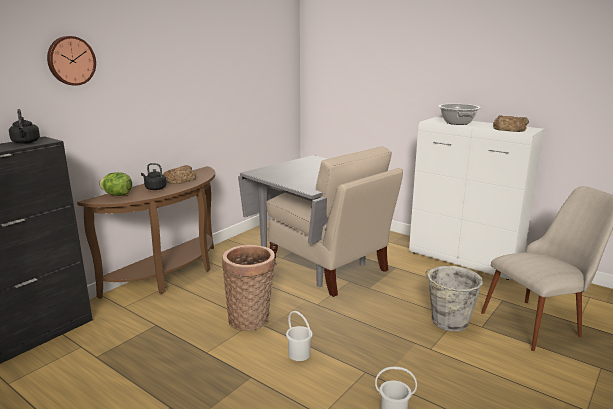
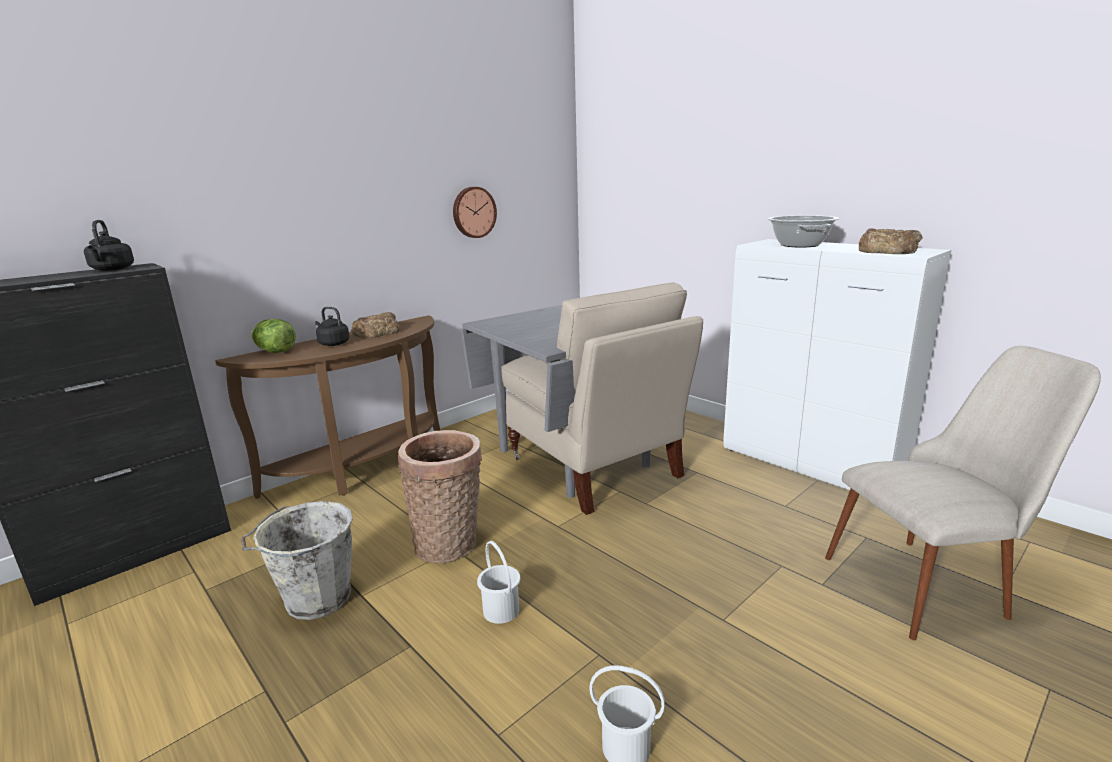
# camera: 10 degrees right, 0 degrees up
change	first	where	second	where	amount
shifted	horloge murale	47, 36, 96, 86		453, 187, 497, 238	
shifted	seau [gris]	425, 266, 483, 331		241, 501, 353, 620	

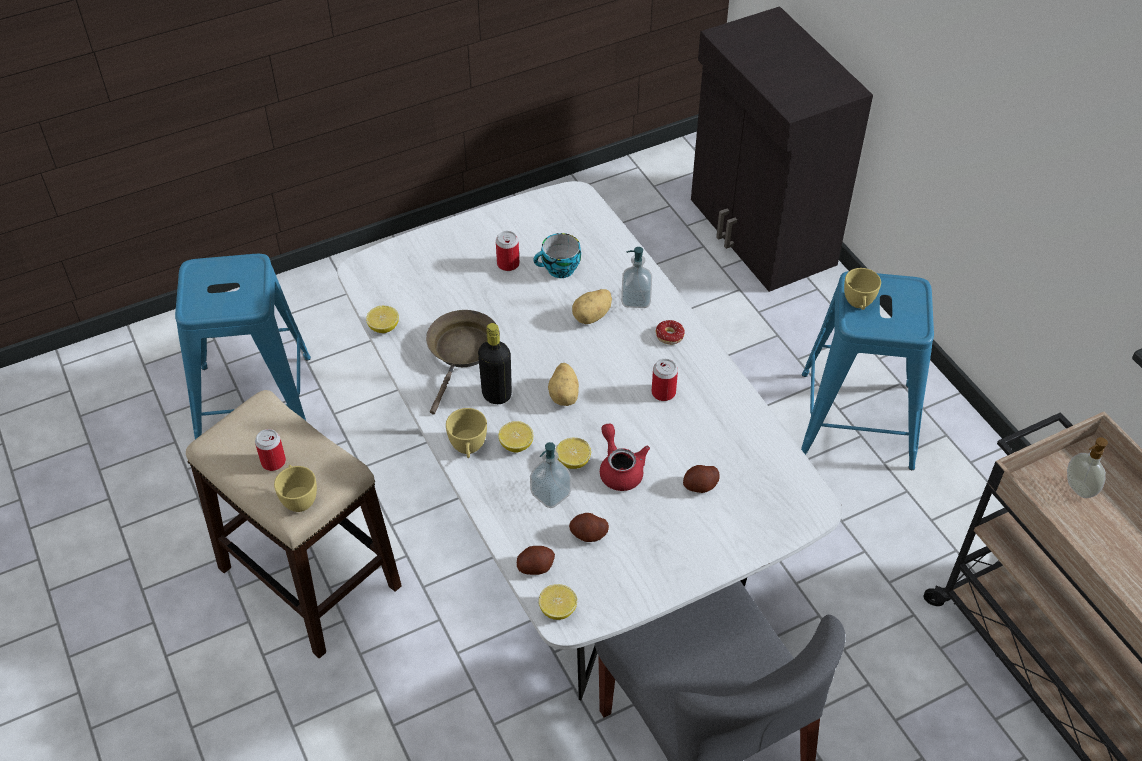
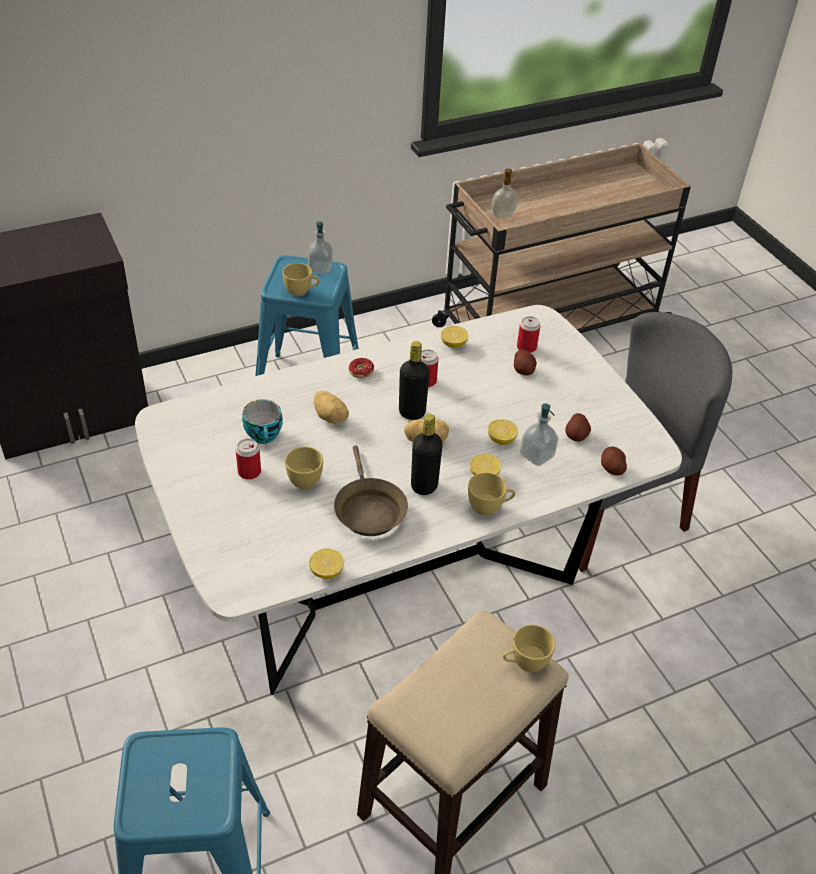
# camera: 90 degrees left, 5 degrees down
change	first	where	second	where	amount
shifted	boîte métallique	255, 429, 286, 471		517, 316, 541, 353	
rotated	poêle [marron]	426, 310, 500, 414		334, 446, 408, 536	120 degrees counterclockwise
shifted	citron	539, 584, 577, 620		441, 326, 469, 348	
gone	théière [rouge]	600, 424, 650, 491			
shifted	distributeur de savon	621, 247, 652, 308		308, 221, 333, 274	
new			tasse [jaune]	285, 446, 323, 489	
new			bouteille [noir]	399, 341, 430, 420	

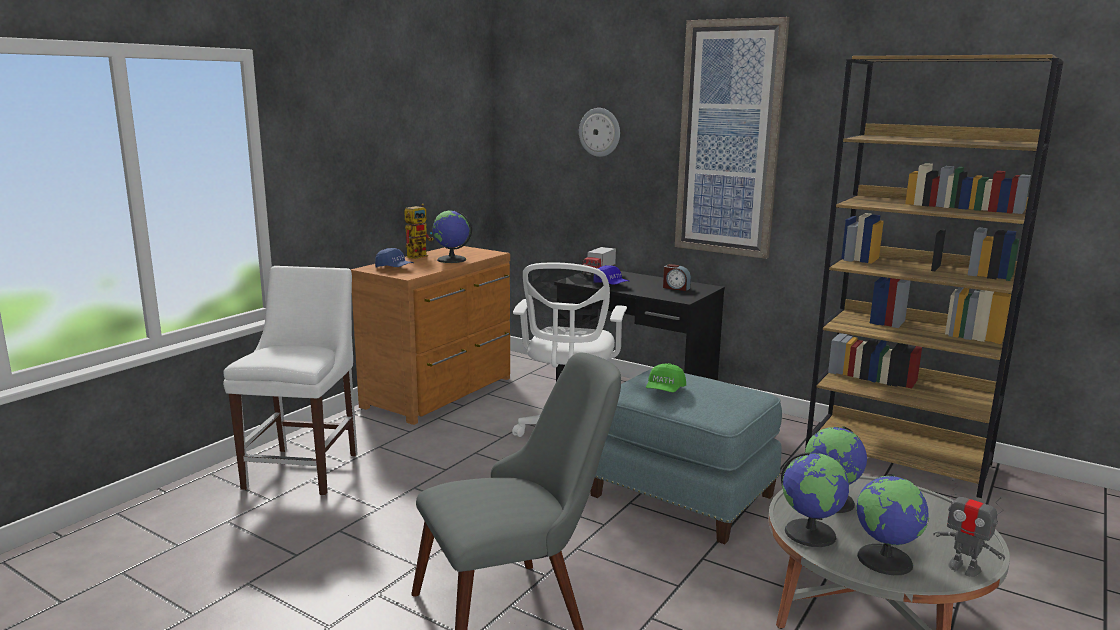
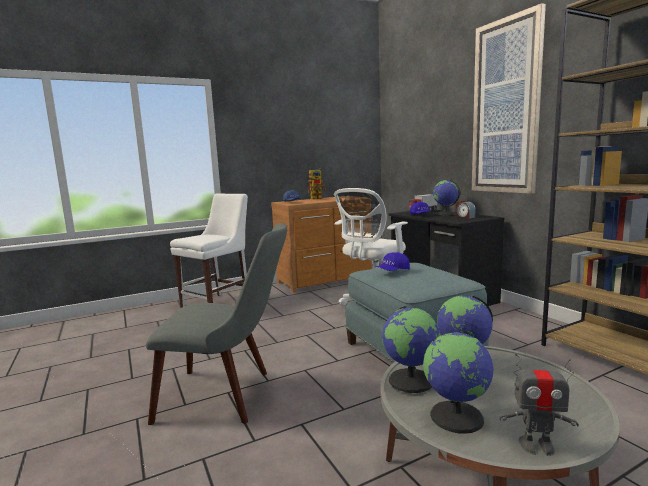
# camera: 30 degrees right, 5 degrees down
change	first	where	second	where	amount
shifted	globe	433, 210, 472, 263		433, 180, 461, 215	
gone	horloge murale	579, 108, 620, 157			
repainted	casquette [vert]	646, 363, 686, 392	casquette [bleu]	375, 252, 410, 271	
rotated	robot jouet	933, 479, 1005, 577		499, 354, 579, 456	60 degrees counterclockwise

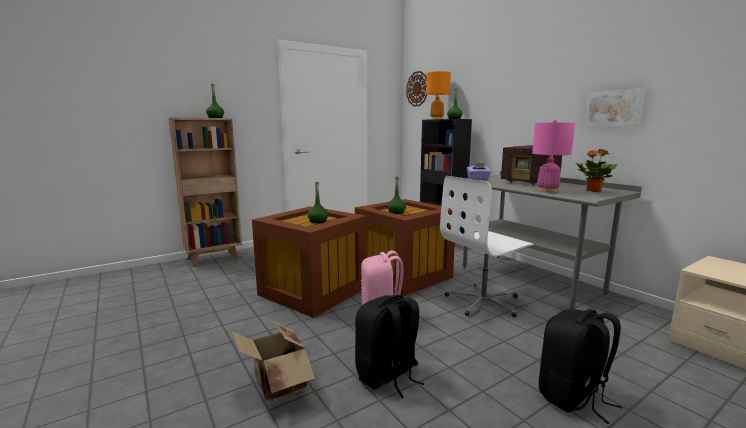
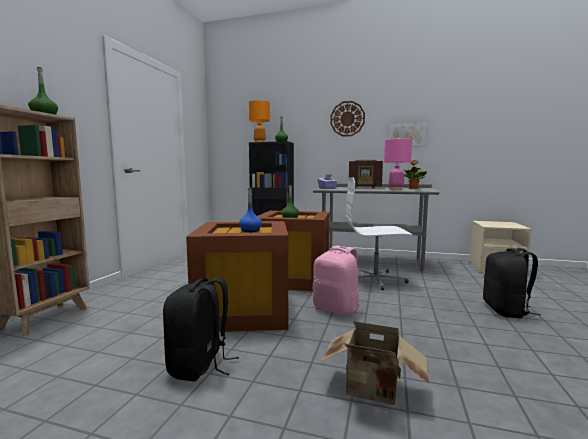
# camera: 40 degrees left, 5 degrees down
change	first	where	second	where	amount
repainted	bouteille [vert]	307, 182, 328, 223	bouteille [bleu]	239, 188, 262, 232	
shifted	sac à dos [noir]	355, 295, 425, 398		163, 278, 239, 382	
shifted	horloge murale	406, 71, 427, 106		331, 101, 365, 137	
rotated	chaise de bureau [blanc]	440, 176, 534, 317		345, 177, 413, 290	75 degrees clockwise

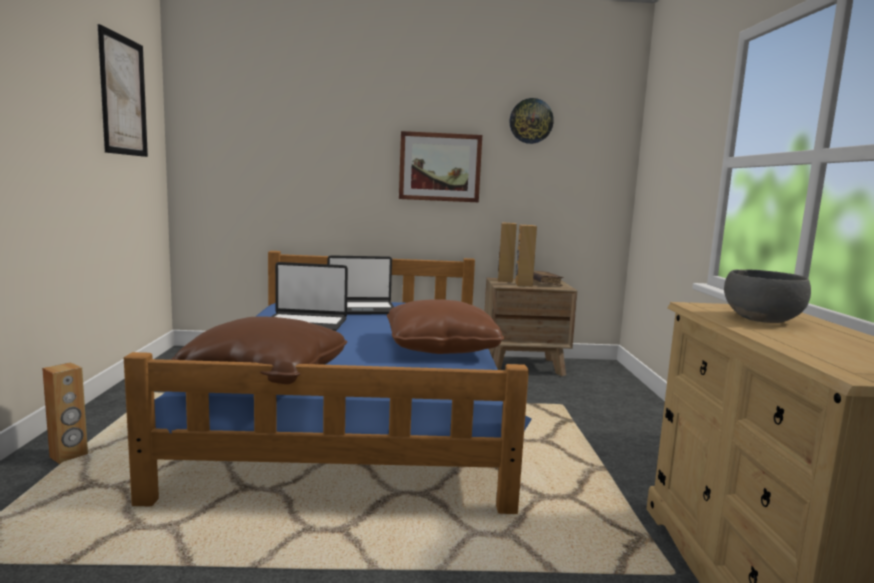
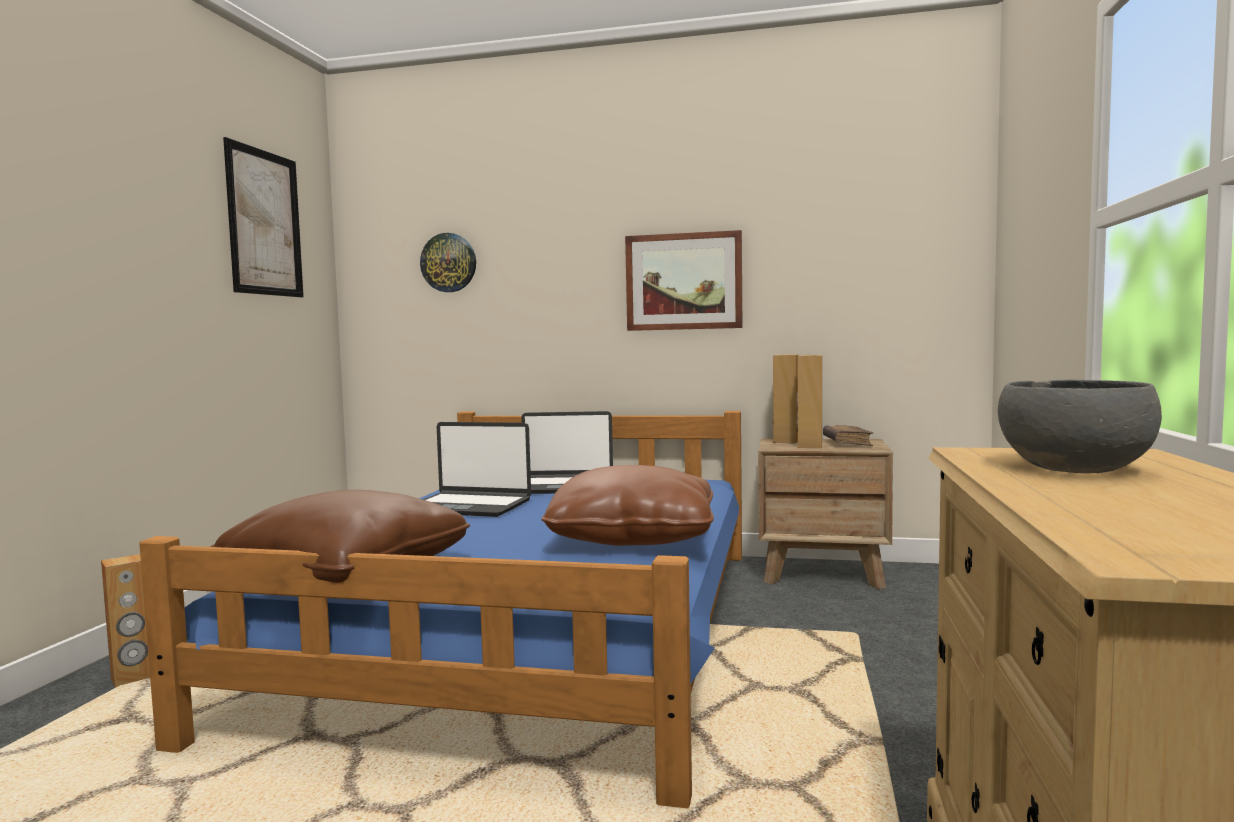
# camera: 15 degrees right, 5 degrees down
change	first	where	second	where	amount
shifted	horloge murale	510, 98, 554, 144		420, 233, 476, 292	

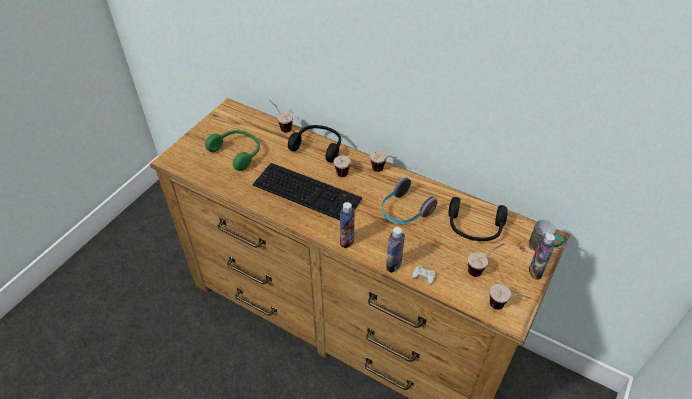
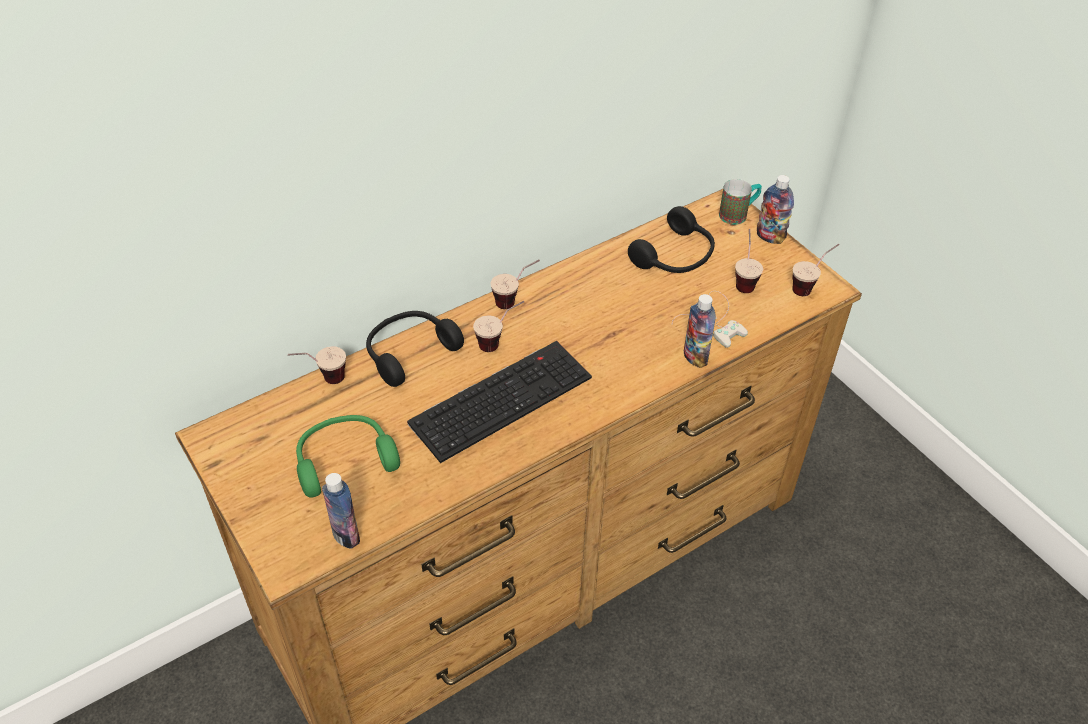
# camera: 65 degrees left, 0 degrees up
change	first	where	second	where	amount
shifted	bouteille	340, 202, 355, 248		322, 473, 360, 549	
gone	casque audio	382, 178, 437, 224			

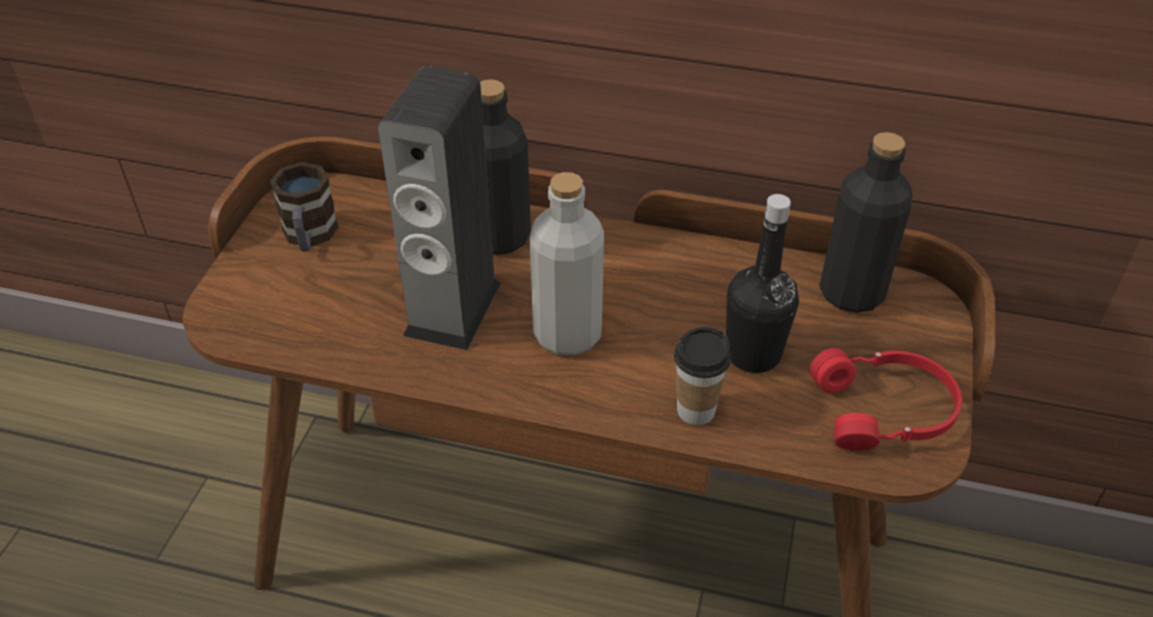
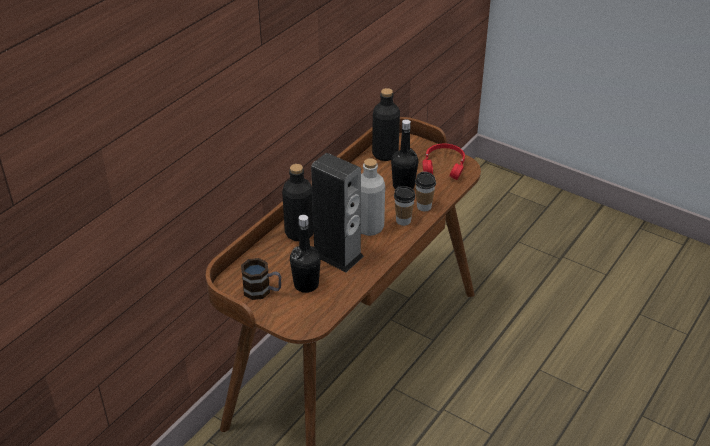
# camera: 70 degrees left, 5 degrees down
change	first	where	second	where	amount
new			bouteille [noir]	290, 215, 321, 293	
new			tasse	394, 186, 415, 226	

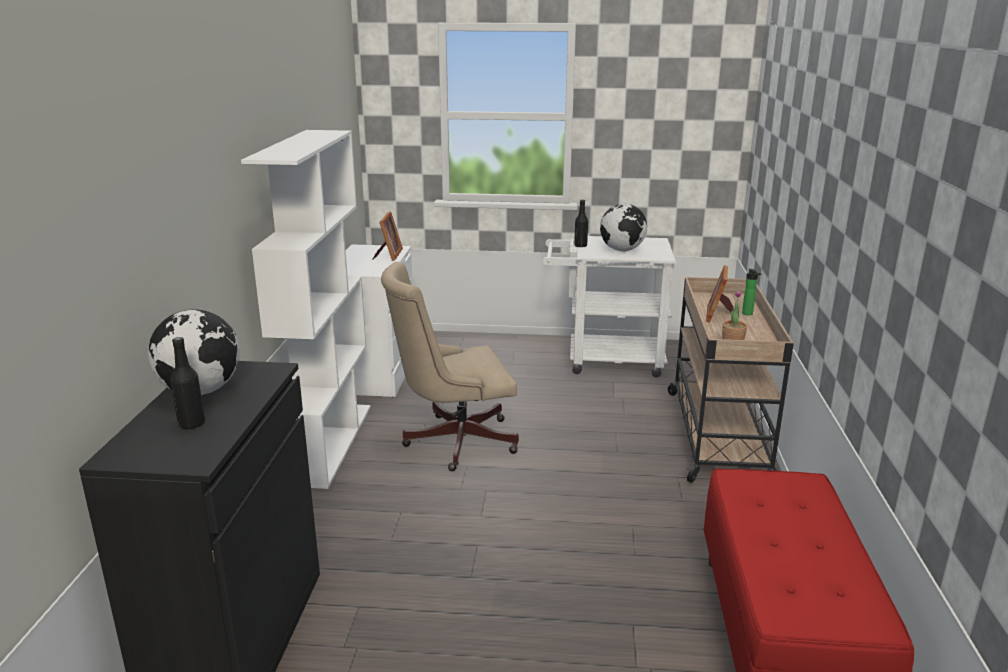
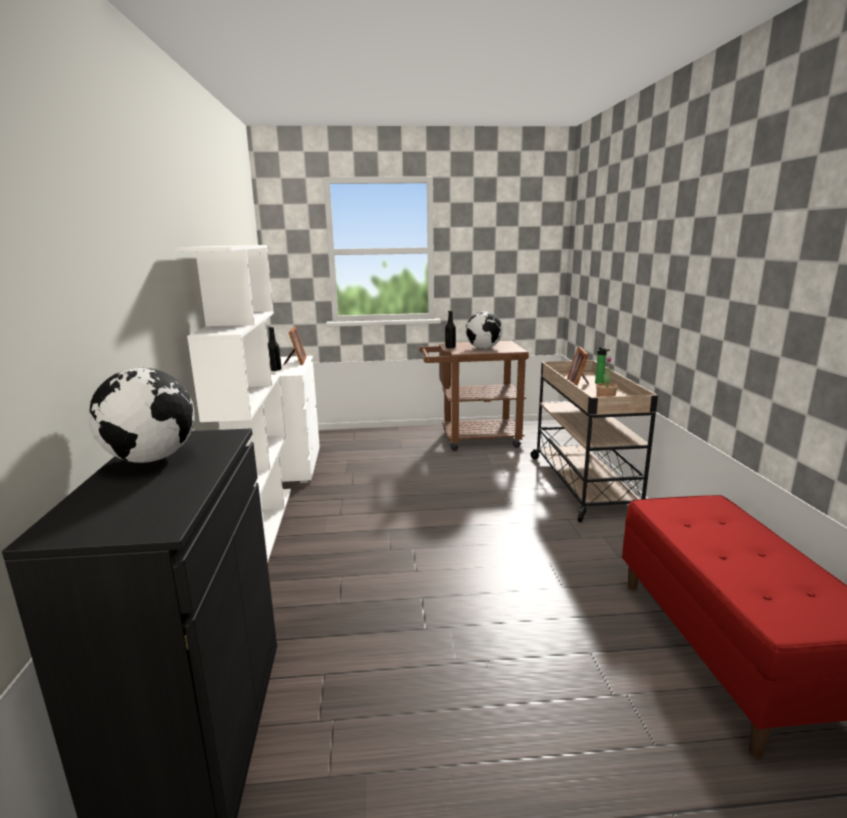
# camera: 10 degrees left, 5 degrees down
change	first	where	second	where	amount
shifted	bouteille [noir]	170, 337, 205, 430		268, 327, 282, 371	
gone	chaise de bureau [beige]	381, 262, 519, 471			
repainted	chariot [blanc]	543, 236, 677, 378	chariot [marron]	419, 341, 529, 451	

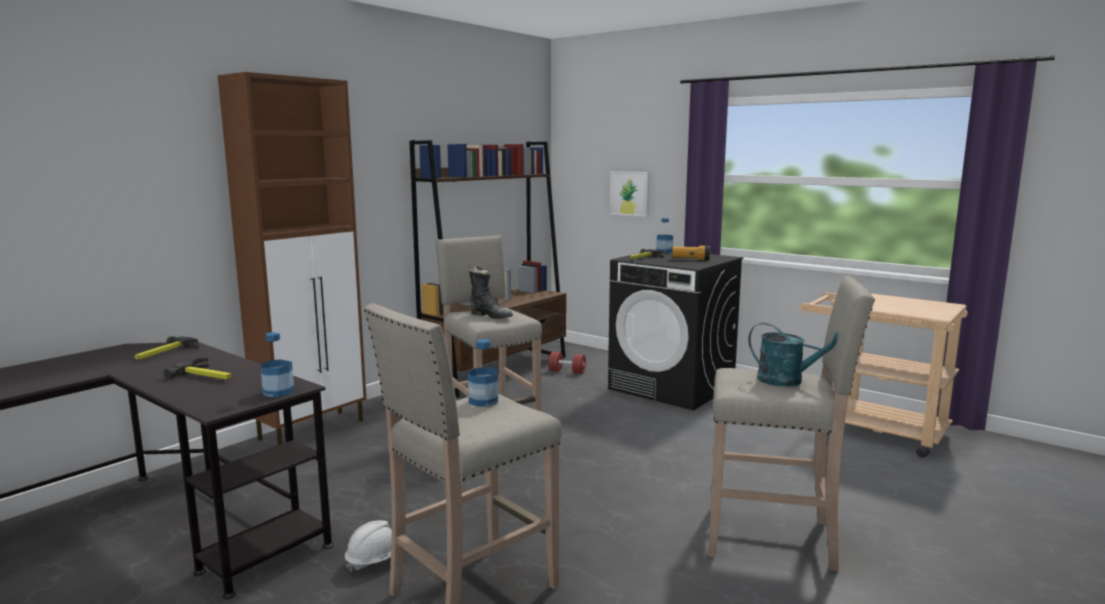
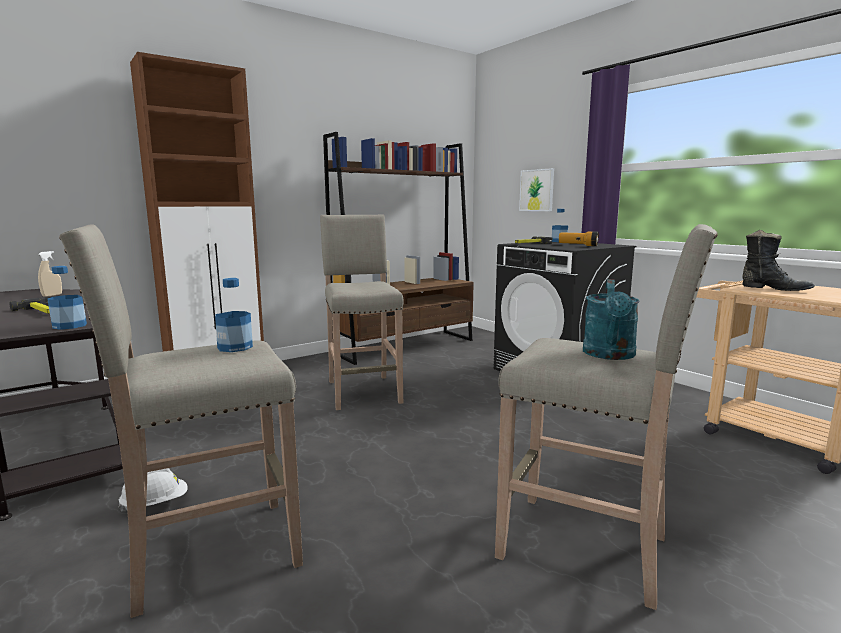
# camera: 15 degrees right, 0 degrees up
change	first	where	second	where	amount
swapped	marteau	134, 336, 199, 360	vaporisateur [beige]	38, 251, 62, 297	
shifted	botte [noir]	469, 267, 513, 319		742, 230, 814, 291	
gone	haltère [rouge]	549, 352, 586, 374			
rotated	arrosoir [turquoise]	748, 323, 839, 387		583, 279, 640, 360	60 degrees clockwise

